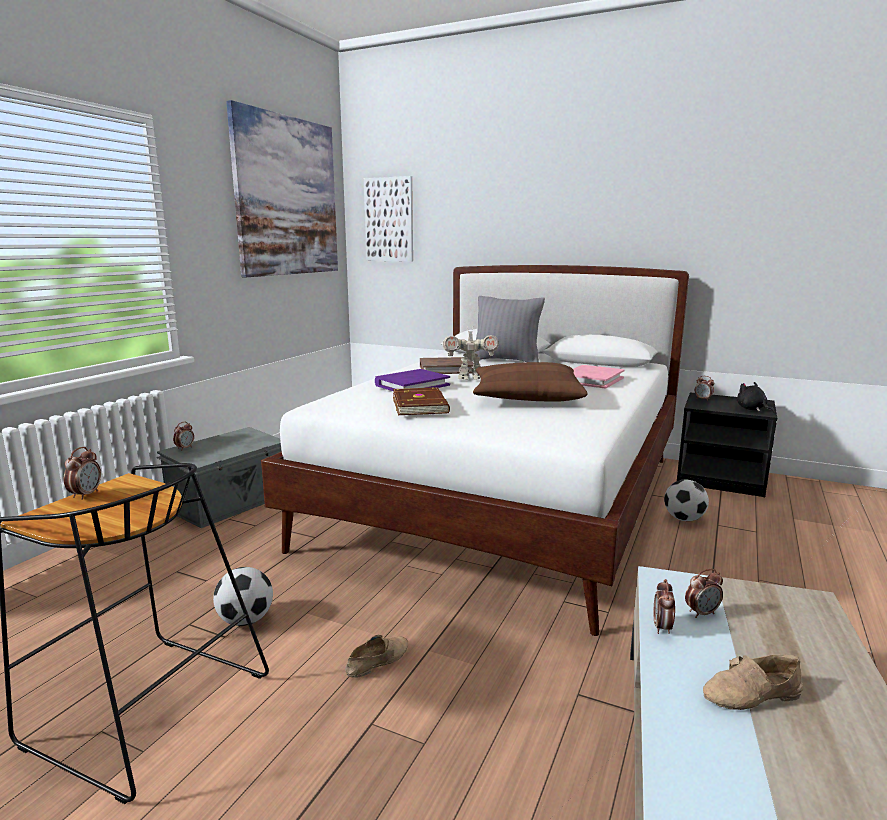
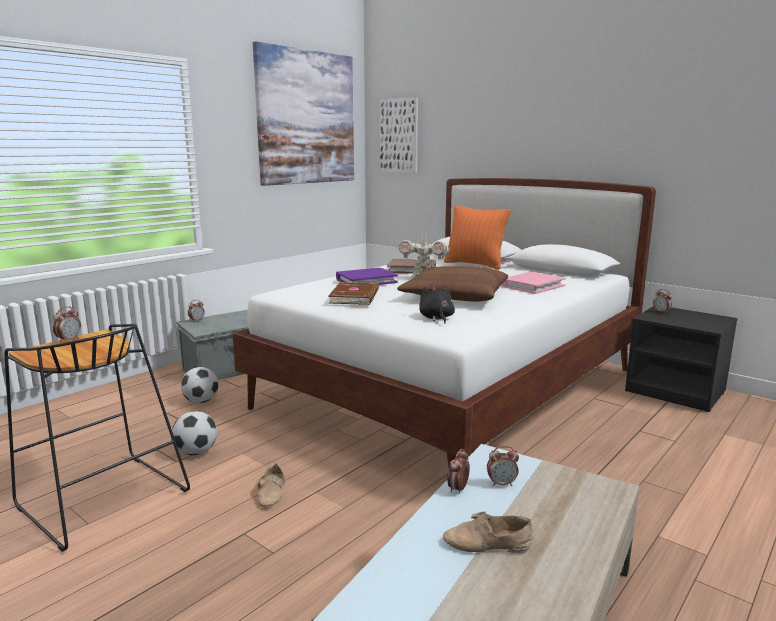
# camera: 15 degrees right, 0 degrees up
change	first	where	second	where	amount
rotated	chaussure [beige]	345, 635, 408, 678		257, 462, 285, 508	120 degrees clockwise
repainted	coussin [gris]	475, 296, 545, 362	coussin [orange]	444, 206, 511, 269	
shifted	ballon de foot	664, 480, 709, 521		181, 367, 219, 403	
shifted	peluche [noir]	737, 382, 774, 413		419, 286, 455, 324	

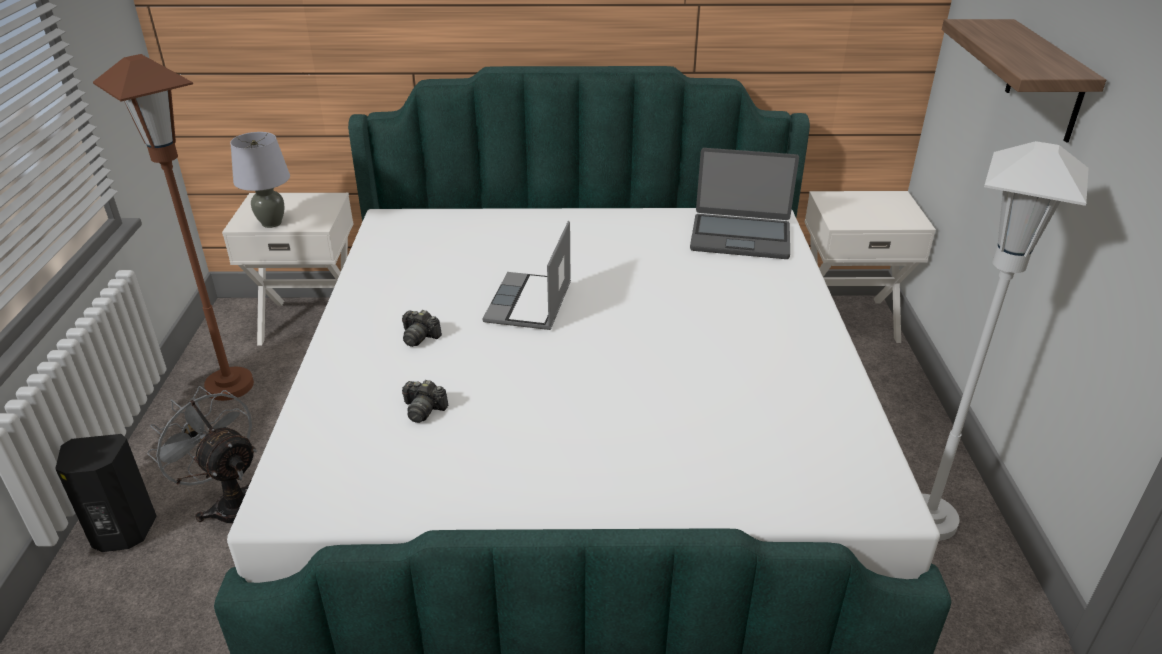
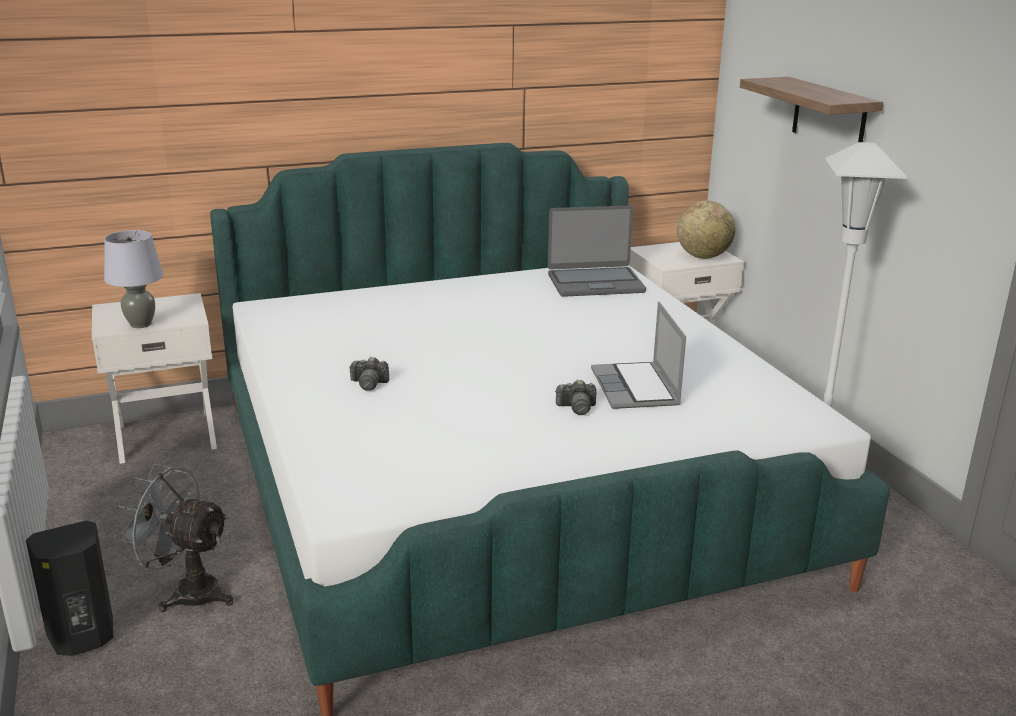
# camera: 20 degrees left, 10 degrees down
change	first	where	second	where	amount
gone	lampadaire [marron]	93, 54, 254, 401			
shifted	appareil photo	402, 380, 448, 423		556, 379, 596, 415	
shifted	ordinateur portable	482, 221, 571, 330		591, 302, 686, 409	
new			globe	677, 200, 735, 259	

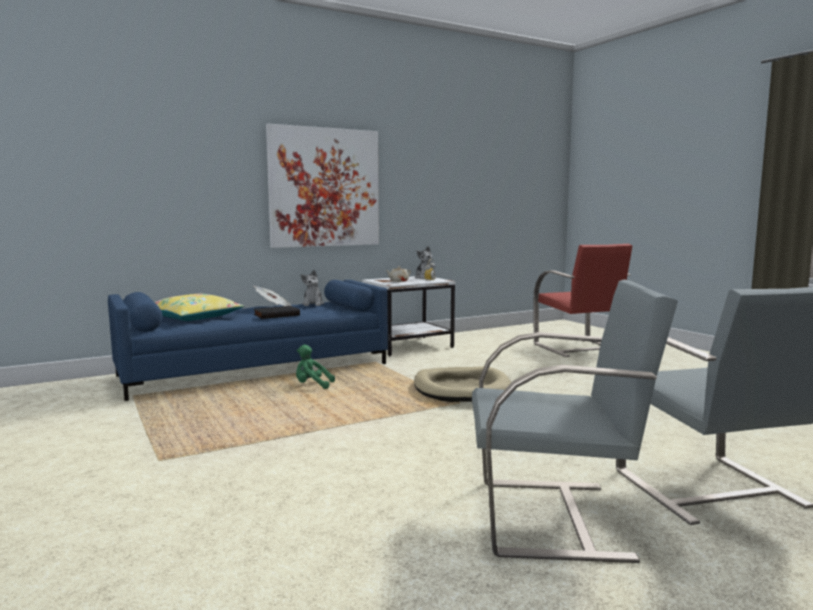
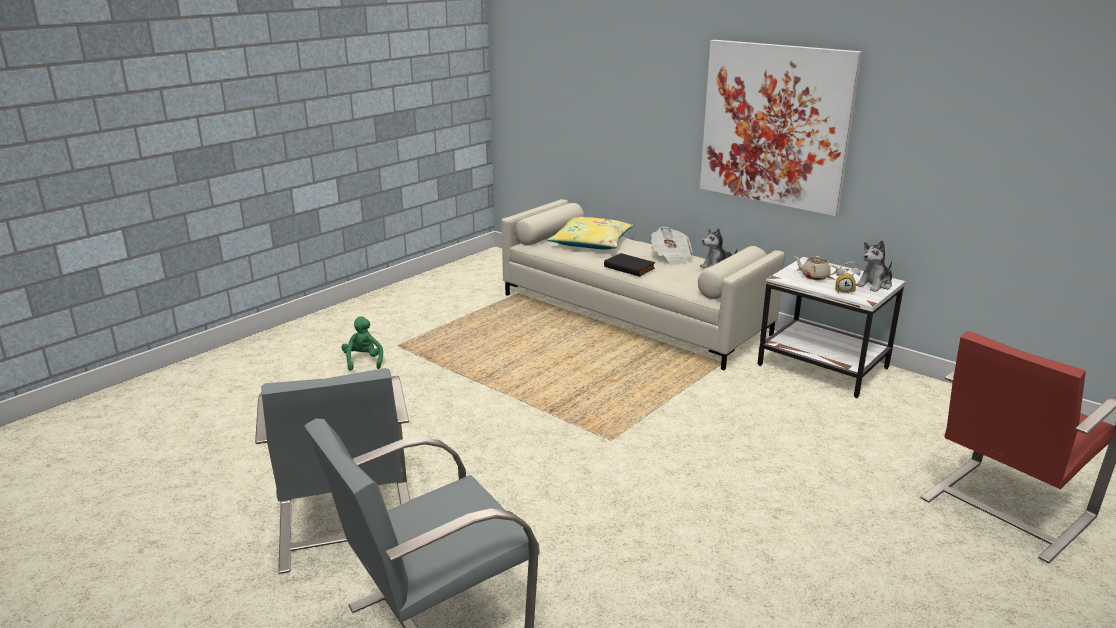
# camera: 70 degrees right, 15 degrees up
change	first	where	second	where	amount
repainted	canapé [bleu]	108, 280, 388, 401	canapé [beige]	501, 199, 785, 370	
shifted	peluche [vert]	296, 345, 335, 389		341, 316, 383, 371	
gone	panier pour chien [beige]	414, 366, 511, 402			

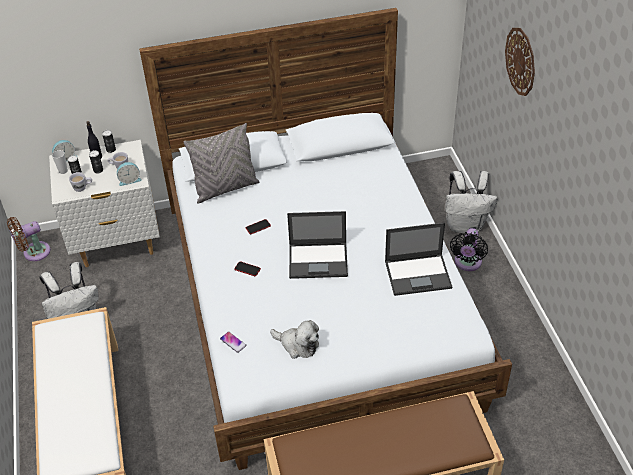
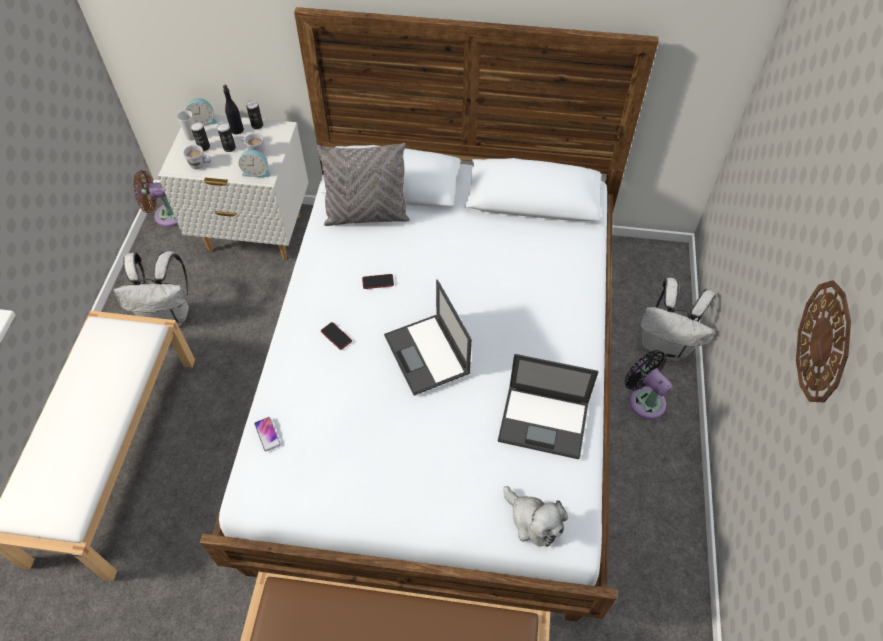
# camera: 20 degrees right, 10 degrees up
change	first	where	second	where	amount
shifted	peluche	270, 320, 319, 359		503, 486, 568, 547	
rotated	ordinateur portable	287, 211, 348, 279		384, 280, 472, 395	45 degrees clockwise
rotated	ventilateur [noir]	450, 228, 488, 271		624, 350, 672, 419	105 degrees clockwise
shifted	horloge murale	505, 28, 535, 96		796, 280, 851, 402	

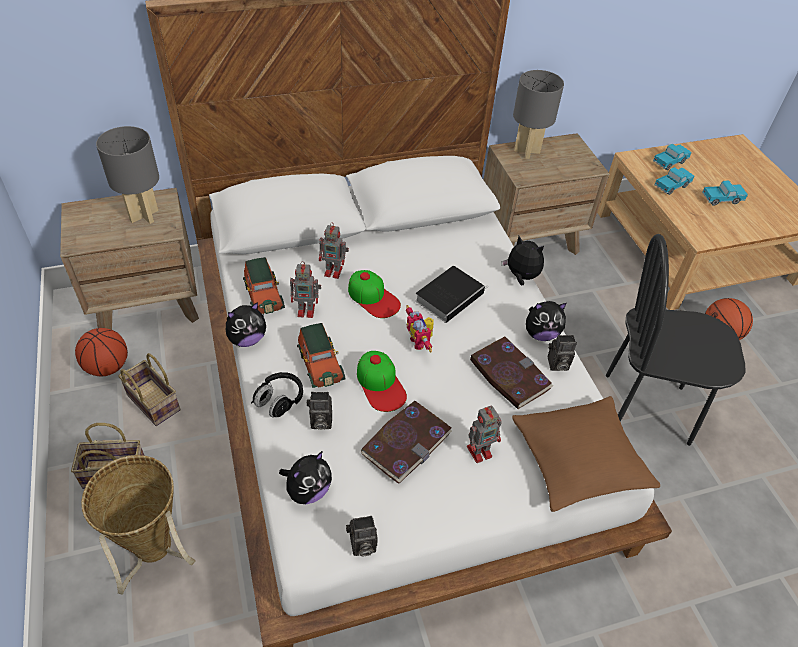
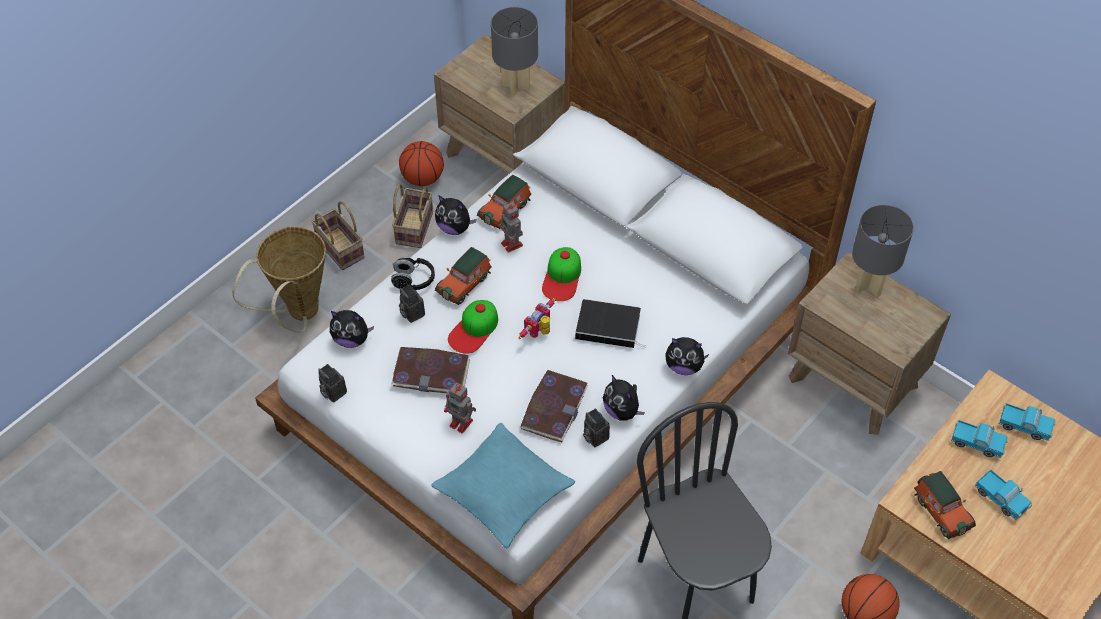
# camera: 60 degrees right, 5 degrees up
change	first	where	second	where	amount
gone	robot jouet	319, 223, 349, 279			
rotated	peluche	502, 236, 544, 285		665, 337, 709, 375	105 degrees clockwise
repainted	coussin [marron]	512, 396, 660, 512	coussin [turquoise]	431, 423, 575, 549	
new			petite voiture	914, 471, 976, 539	

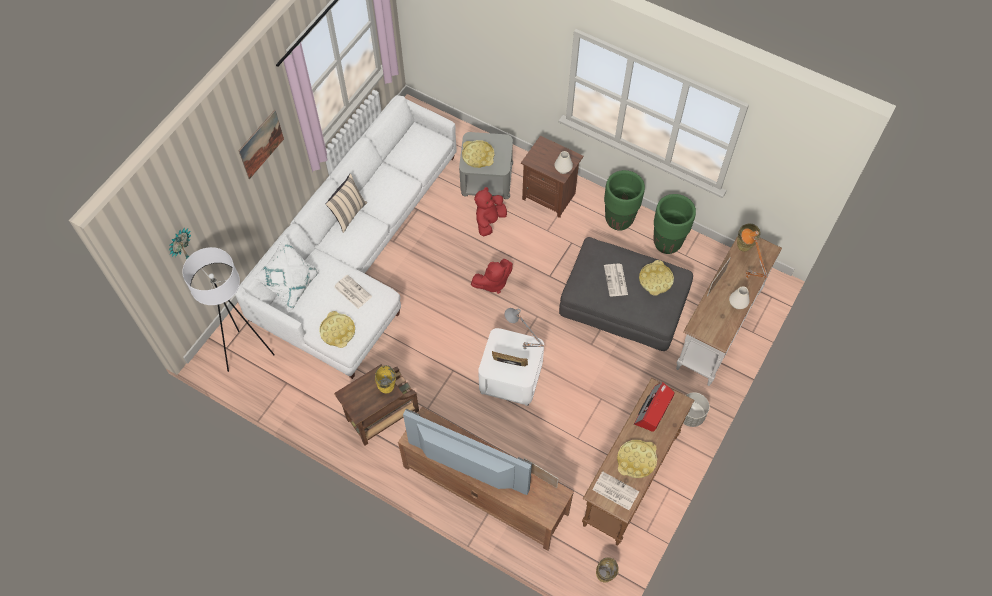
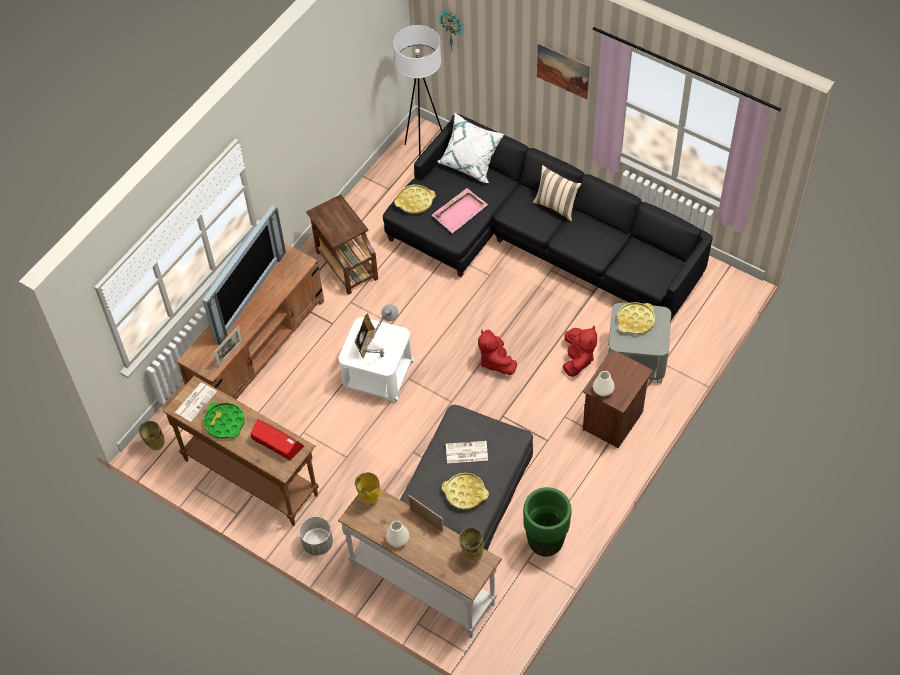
# camera: 95 degrees right, 5 degrees down
change	first	where	second	where	amount
repainted	canapé [blanc]	235, 95, 457, 379	canapé [noir]	383, 114, 713, 320	
swapped	journal	334, 274, 372, 309	plateau [rose]	432, 188, 488, 233	
shifted	vase [jaune]	375, 365, 396, 393		355, 472, 381, 504	
rotated	peluche [rouge]	474, 187, 507, 237		563, 326, 597, 377	60 degrees clockwise
gone	cache-pot [vert]	604, 170, 645, 231			
repainted	plateau [jaune]	617, 440, 657, 478	plateau [vert]	204, 402, 244, 439	
gone	lampe de table [orange]	741, 228, 768, 278			

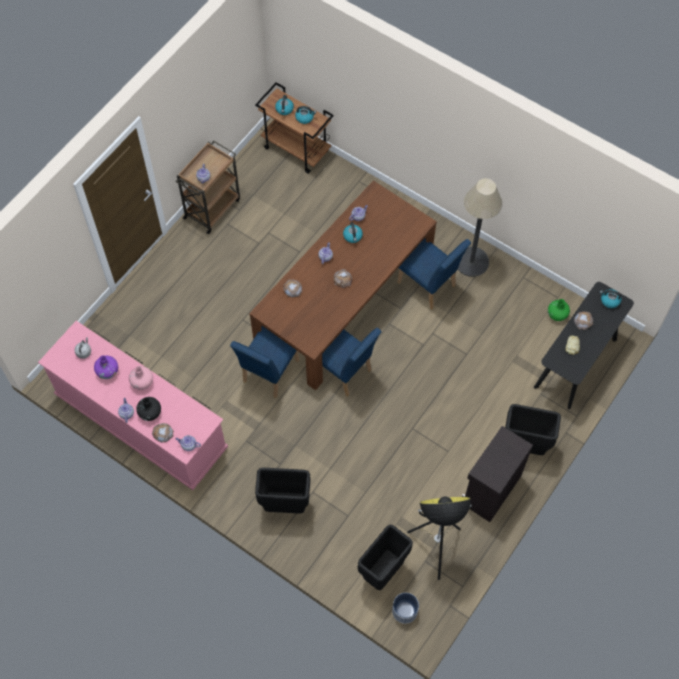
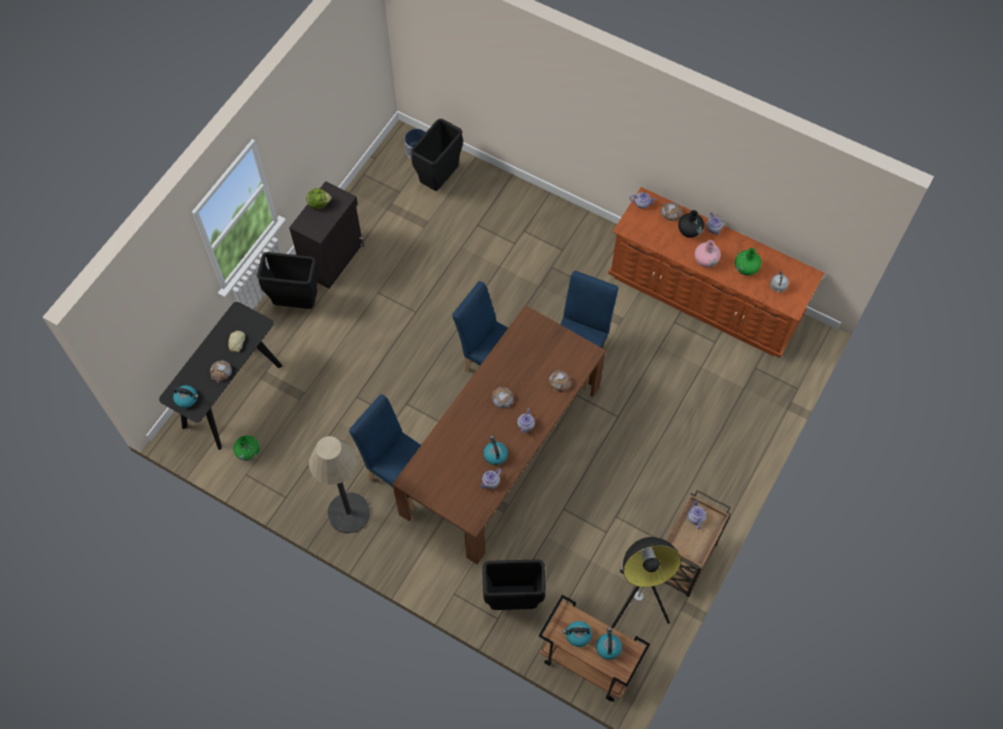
# camera: 175 degrees right, 0 degrees up
change	first	where	second	where	amount
repainted	commode [rose]	38, 321, 228, 490	commode [marron]	608, 187, 824, 358	
repainted	vase [violet]	94, 355, 118, 379	vase [vert]	735, 248, 761, 275	
shifted	poubelle [noir]	255, 468, 311, 514		482, 559, 546, 610	
shifted	lampadaire	407, 496, 472, 580		611, 537, 681, 628	
new			laitue	307, 188, 332, 209	

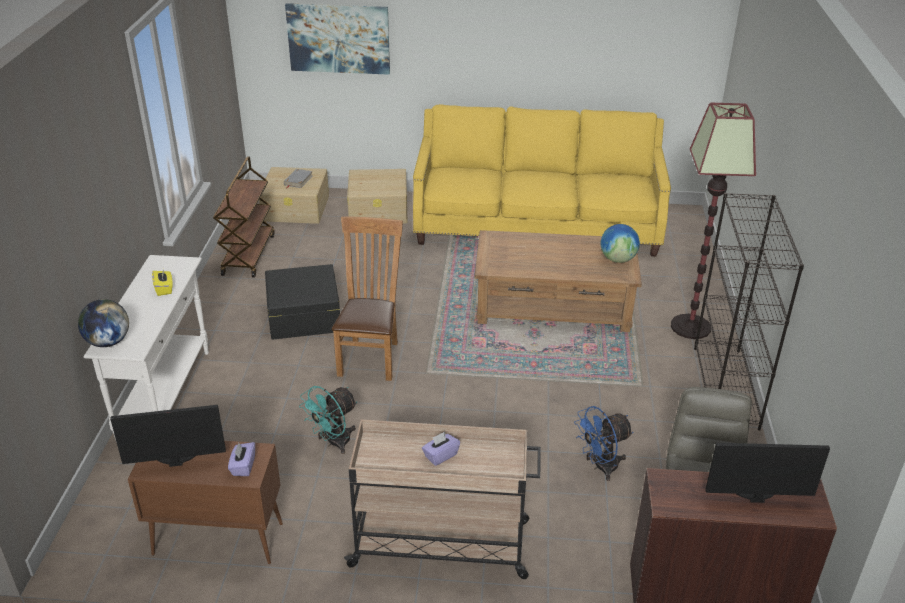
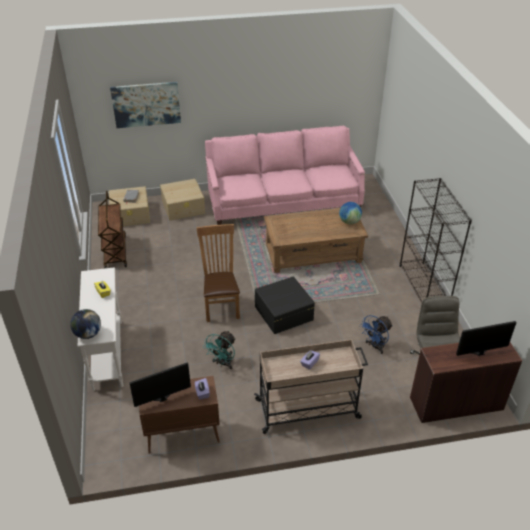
# camera: 15 degrees left, 5 degrees up
change	first	where	second	where	amount
shifted	boîte de rangement [noir]	265, 264, 340, 340		255, 277, 315, 334	
repainted	canapé [jaune]	413, 104, 671, 256	canapé [rose]	205, 126, 365, 225	
gone	lampadaire	671, 103, 756, 339			

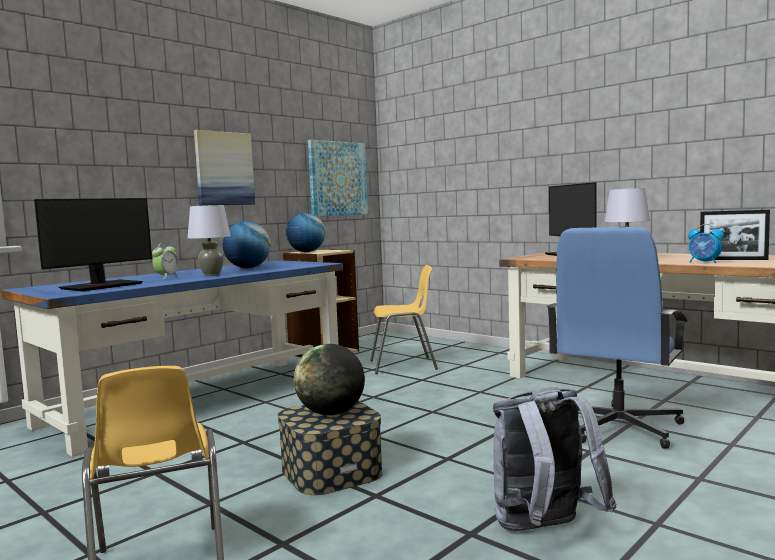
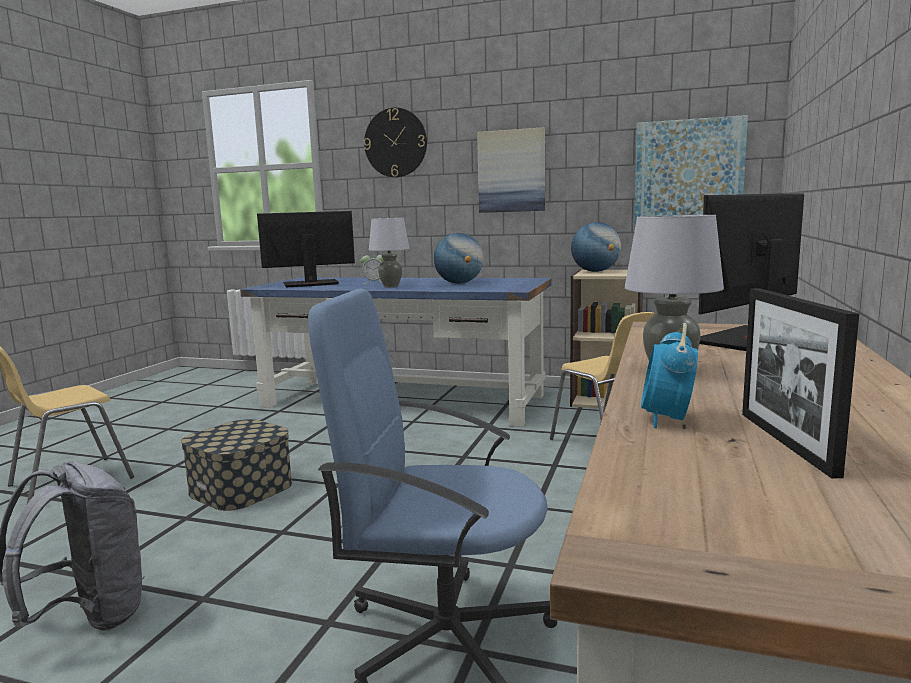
# camera: 65 degrees right, 5 degrees up
change	first	where	second	where	amount
rotated	écran d'ordinateur	34, 198, 152, 291		257, 211, 355, 287	150 degrees clockwise
gone	globe	294, 344, 365, 415			
new			horloge murale	364, 107, 427, 177	

